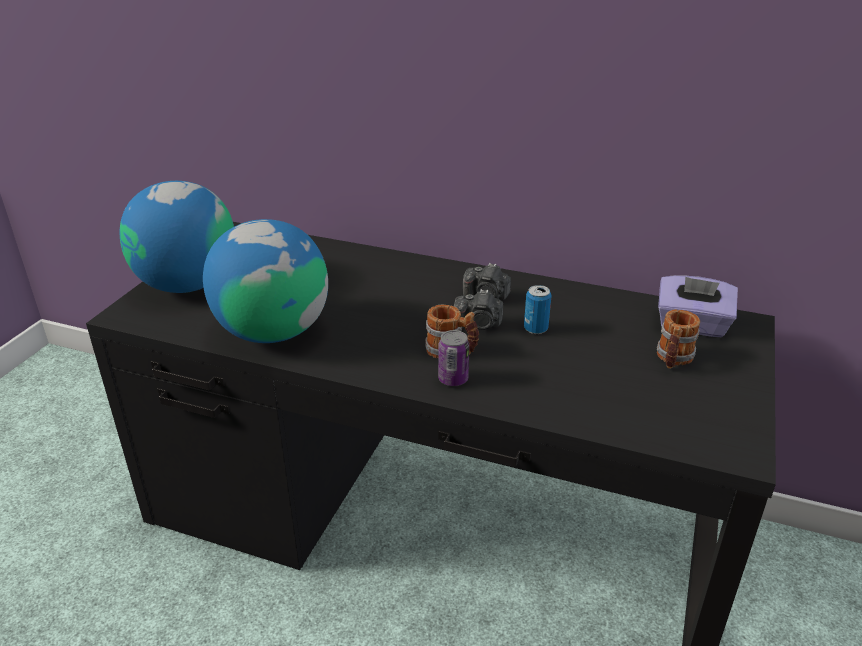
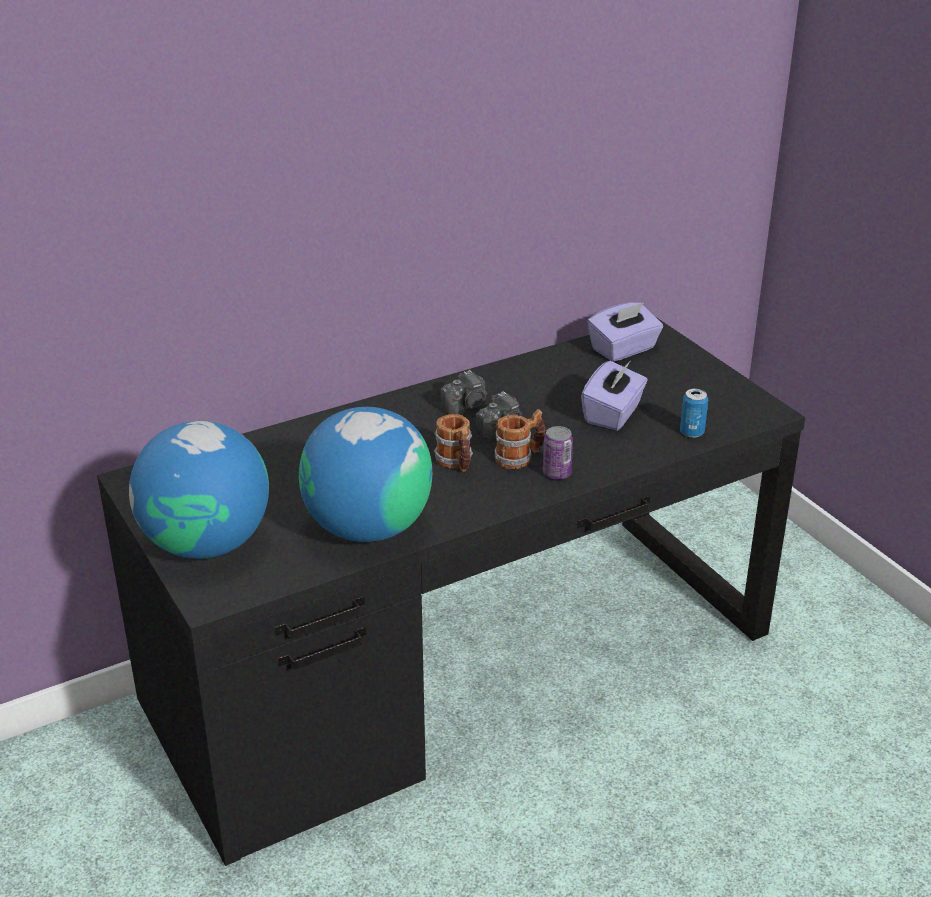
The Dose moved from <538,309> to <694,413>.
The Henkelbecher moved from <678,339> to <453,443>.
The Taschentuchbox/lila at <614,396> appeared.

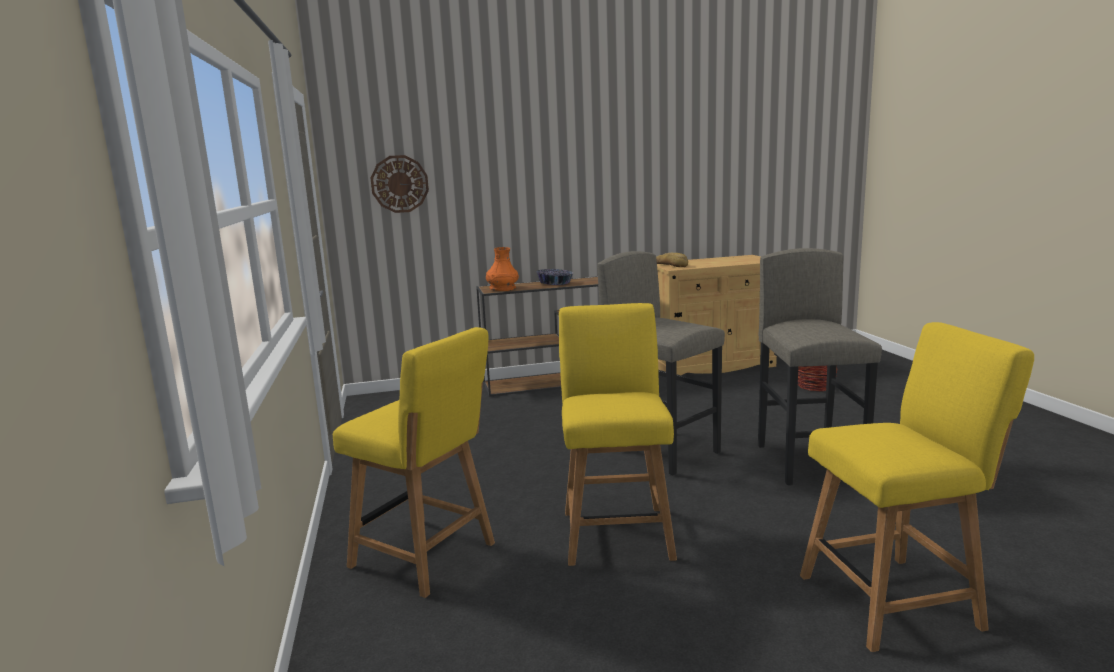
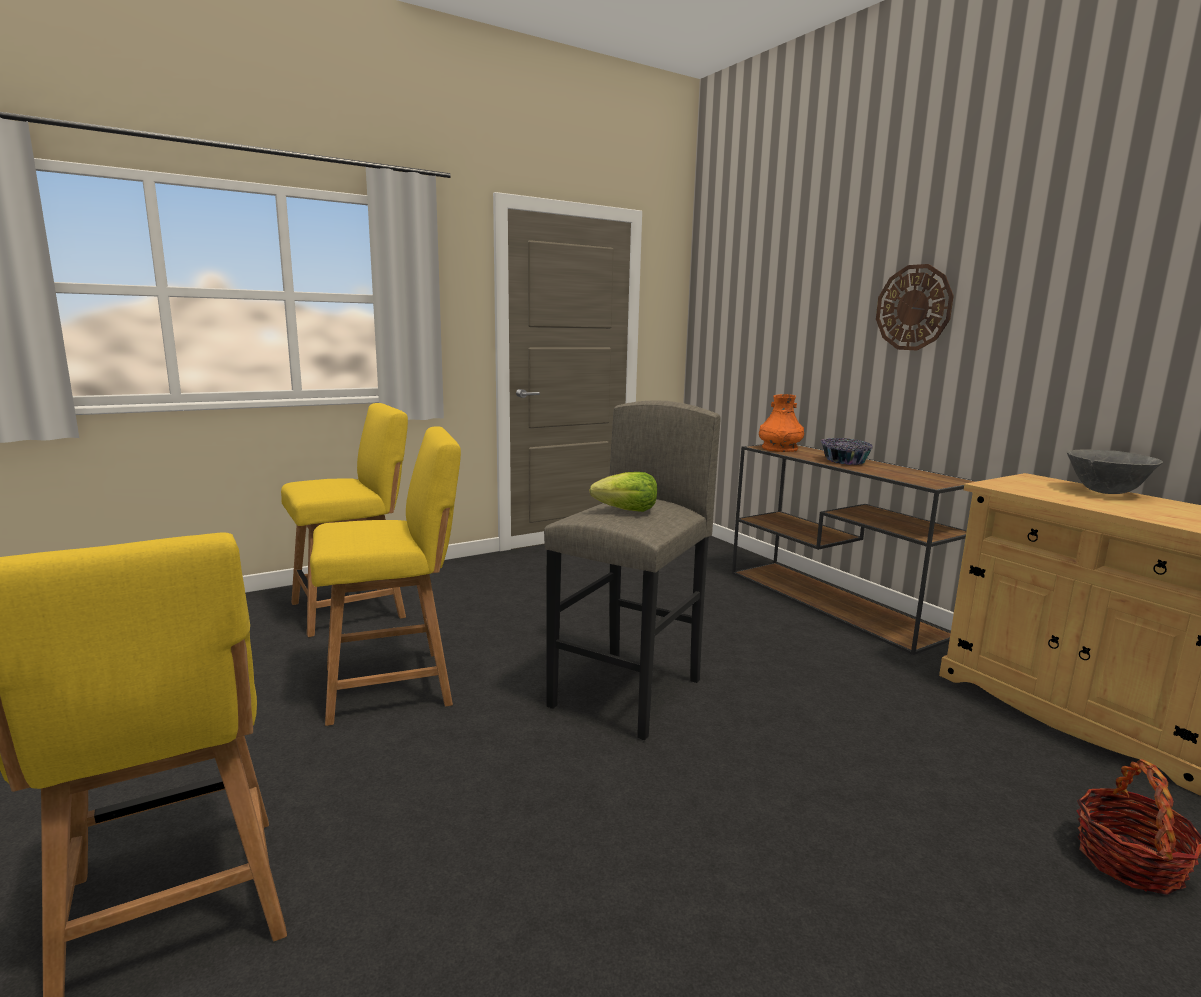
The Wanduhr moved from <400,184> to <915,307>.
The Hocker/grau at <820,366> disappeared.
The Brot at <672,260> disappeared.
The Stuhl/gelb at <414,462> turned 135 degrees counterclockwise.
The Schüssel/grau at <1115,471> appeared.
The Salatkopf at <623,492> appeared.

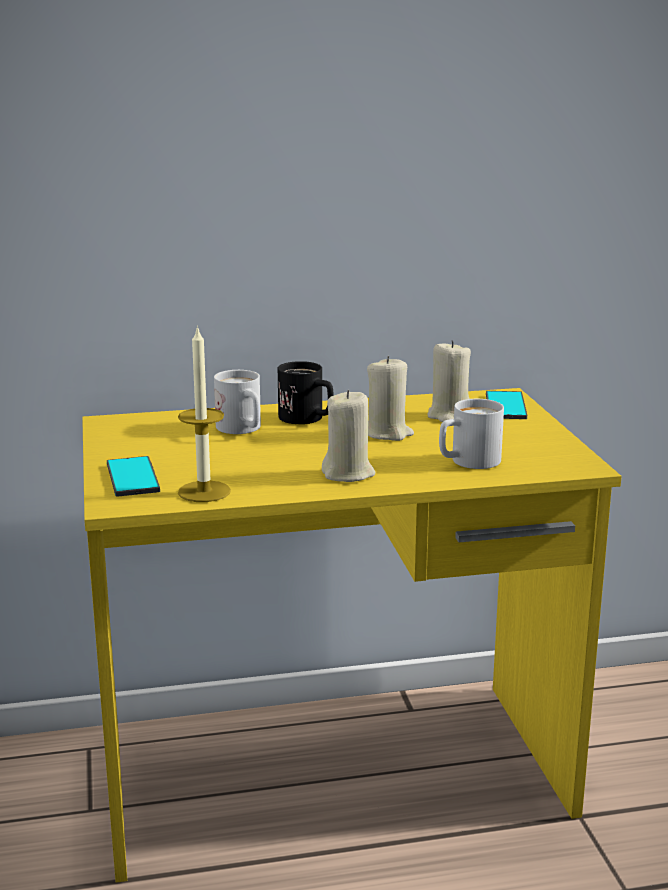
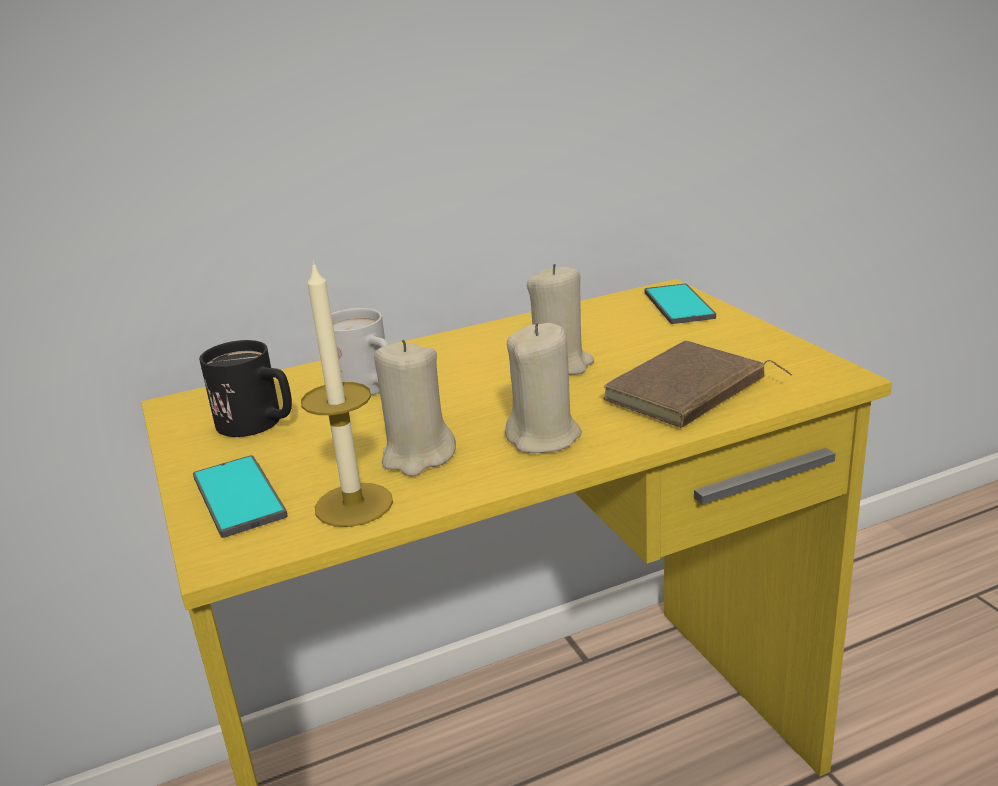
The Kerze/beige moved from <449,381> to <415,408>.
The Henkelbecher/schwarz moved from <306,392> to <245,388>.
The Henkelbecher/weiß at <471,434> was replaced by the Buch/braun at <697,384>.

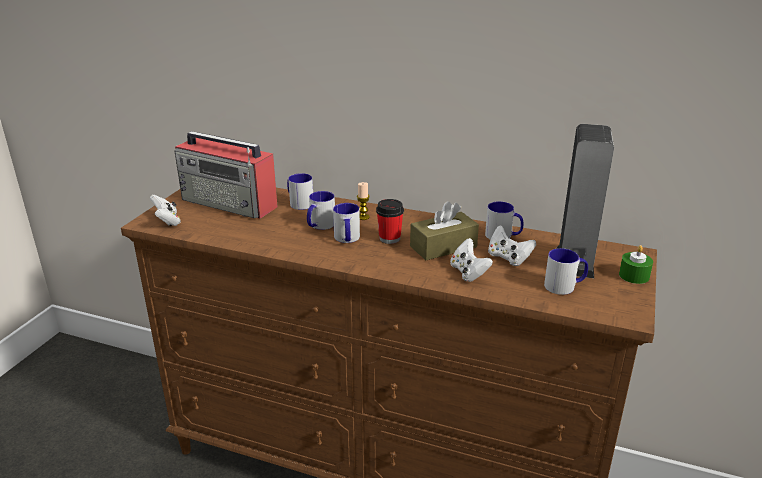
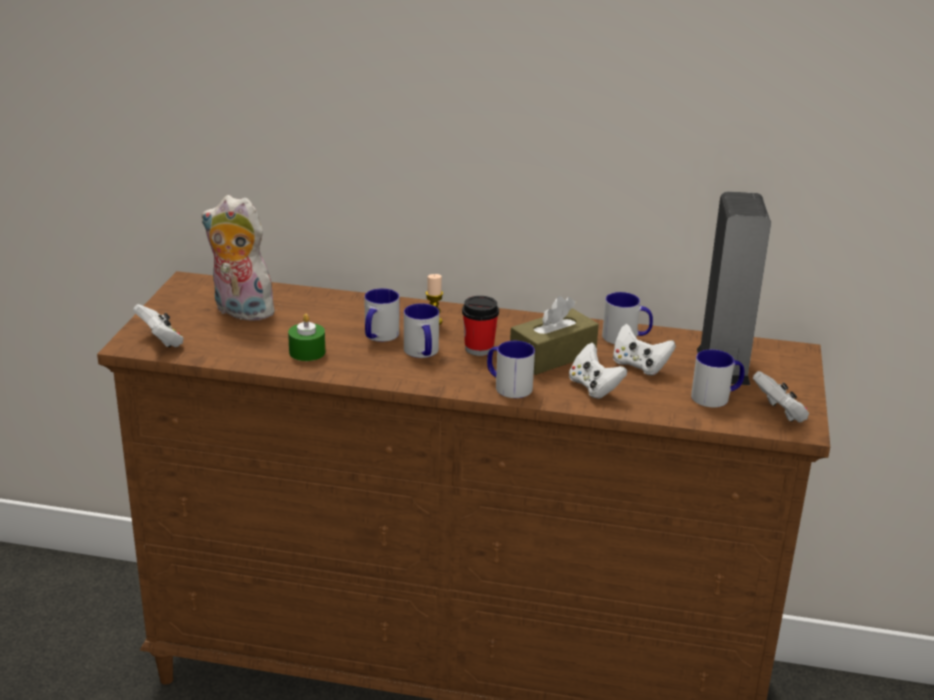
The Radio at <226,175> was replaced by the Plüschtier at <242,258>.
The Henkelbecher moved from <300,191> to <511,369>.
The Kerze/grün moved from <636,264> to <306,337>.
The Gamepad/weiß at <781,396> appeared.

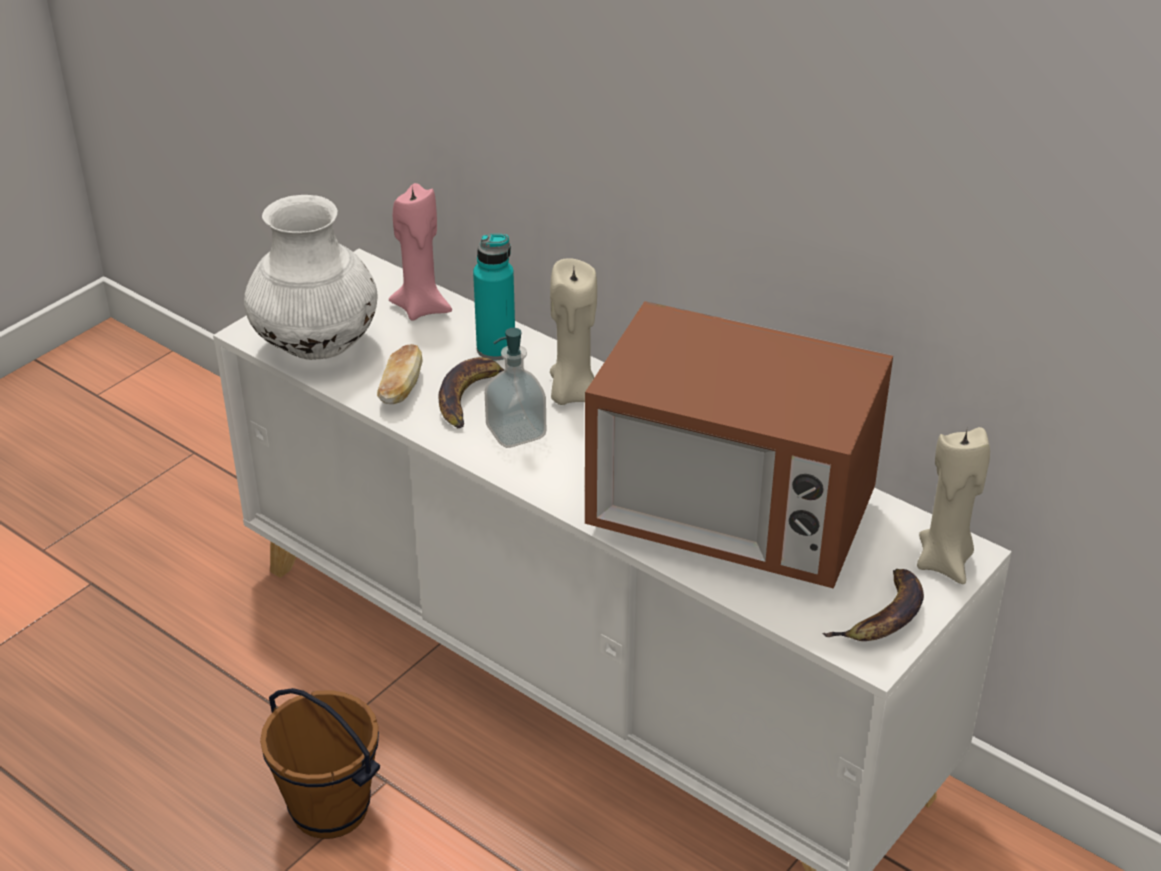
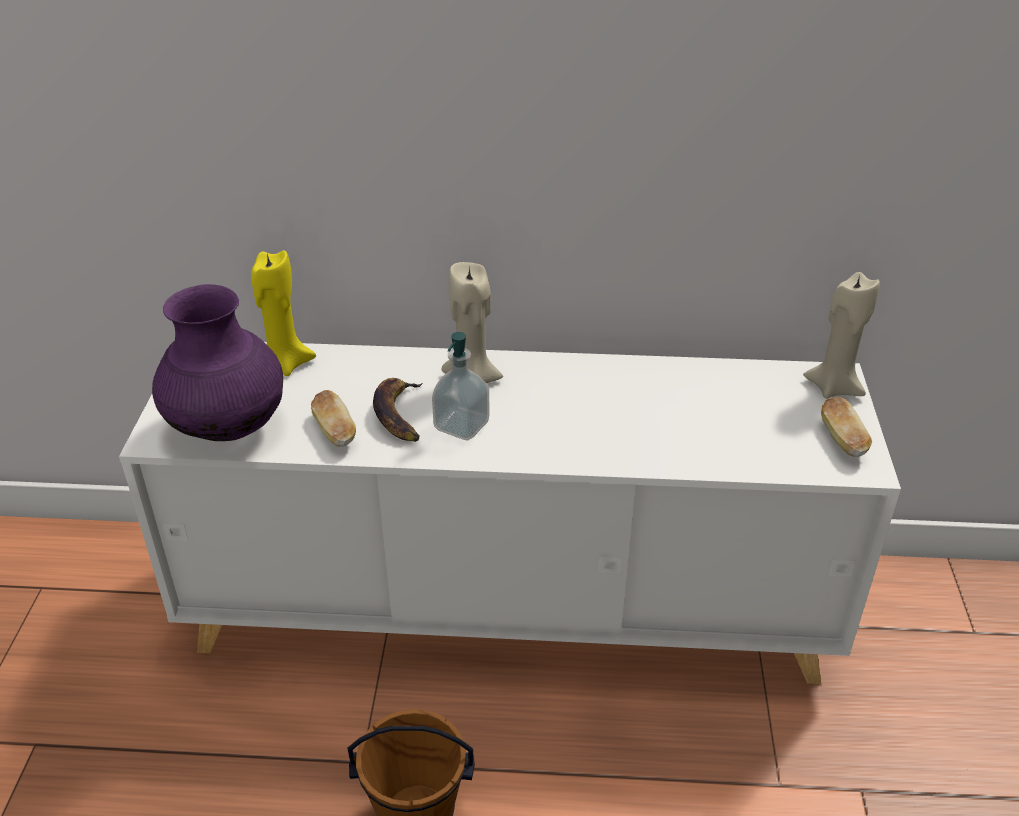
The Kerze/rosa at <420,252> became the Kerze/gelb at <283,313>.
The Vase/weiß at <311,277> became the Vase/lila at <217,362>.
The Flasche/türkis at <494,297> disappeared.
The Mikrowelle at <739,445> disappeared.
The Banane at <873,605> was replaced by the Brot at <846,427>.

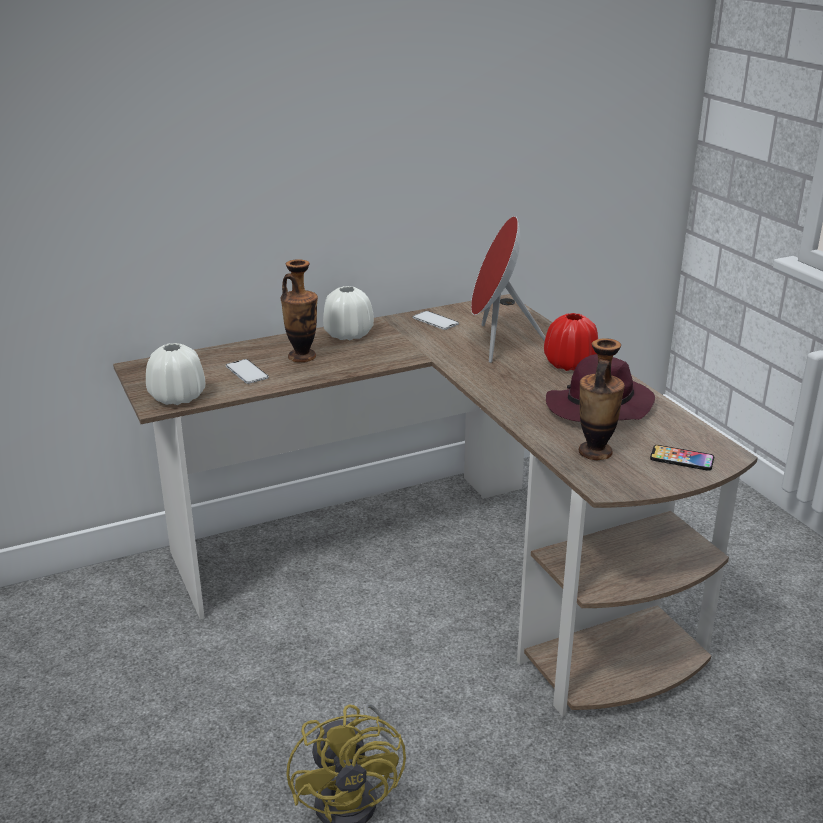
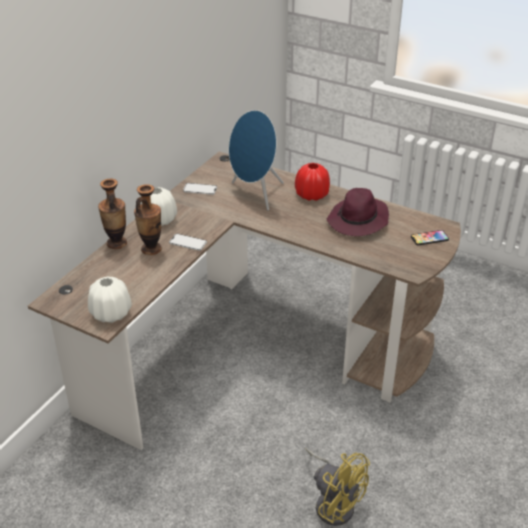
The Lautsprecher/rot at <508,289> became the Lautsprecher/blau at <256,160>.
The Vase moved from <602,399> to <112,214>.
The Handy moved from <247,371> to <188,242>.

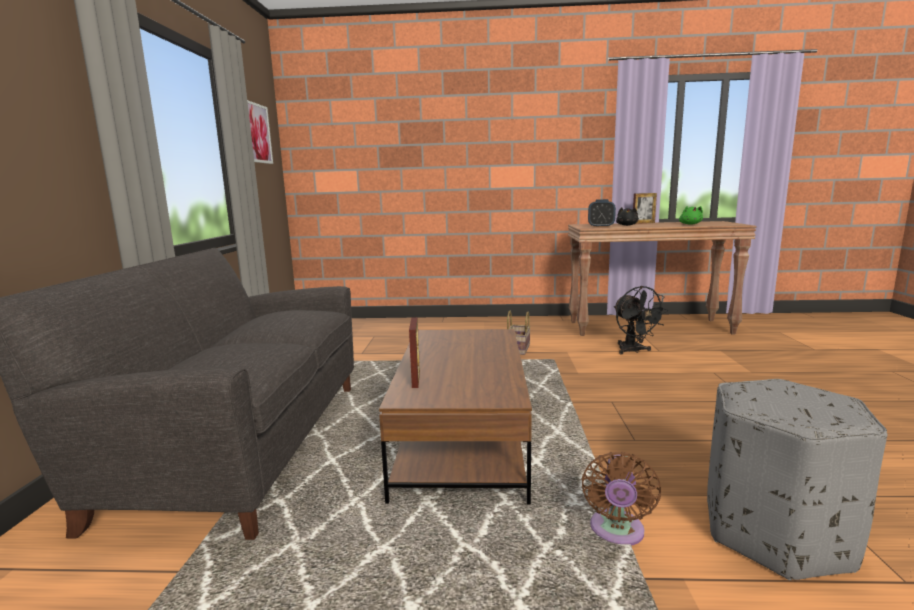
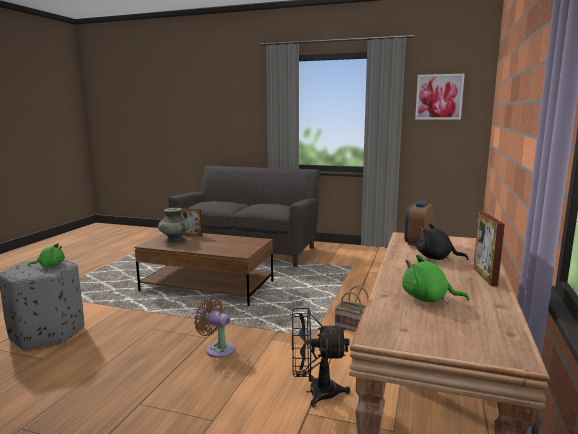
The Ventilator/braun moved from <621,498> to <214,328>.
The Vase/türkis at <174,226> appeared.
The Plüschtier/grün at <46,255> appeared.

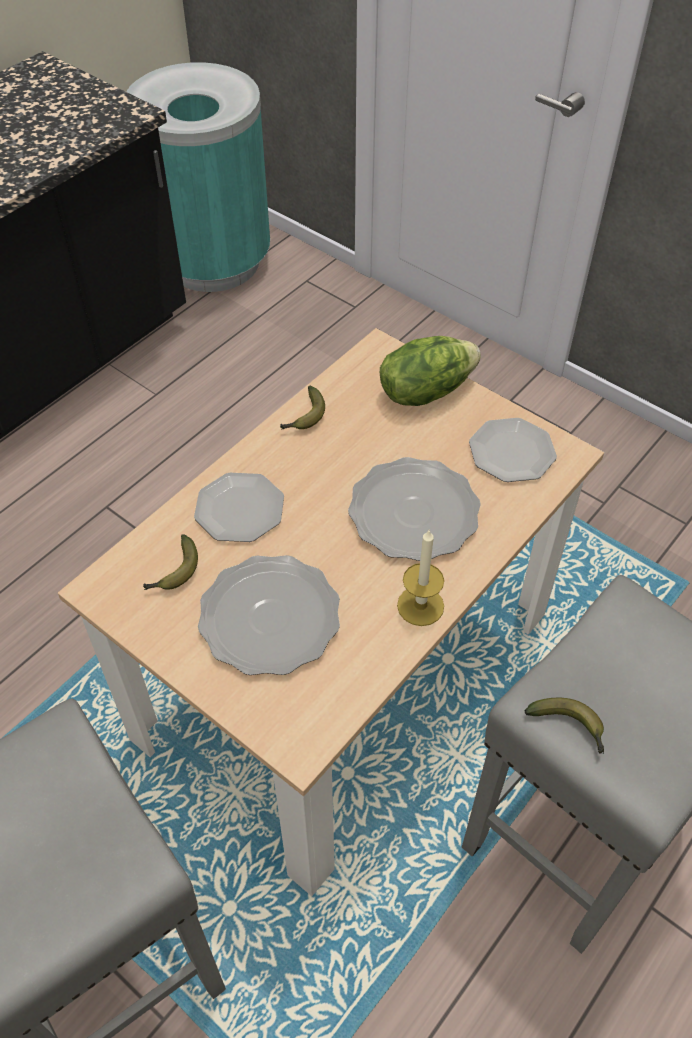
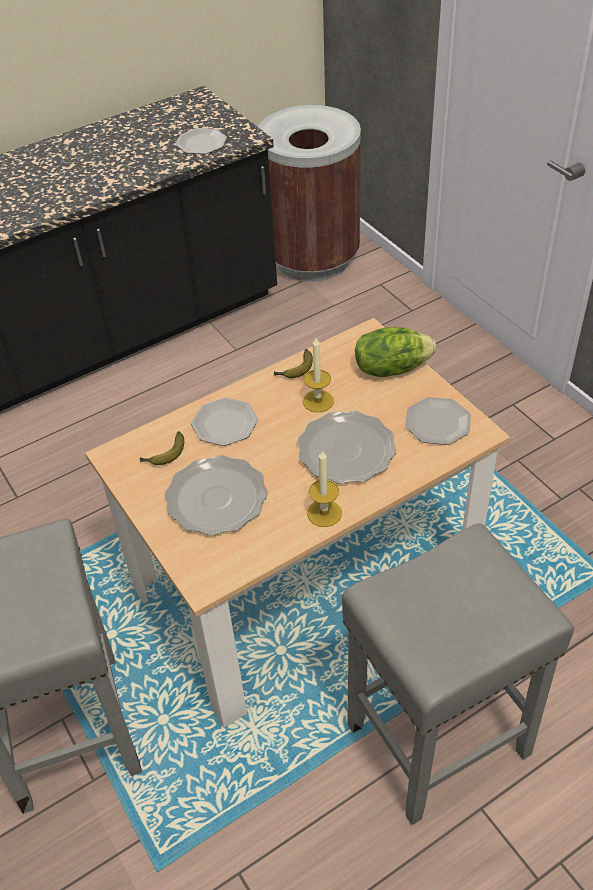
The Mülleimer/türkis at <198,177> became the Mülleimer/braun at <309,193>.
The Banane at <564,726> disappeared.
The Teller at <201,141> appeared.
The Kerze at <318,375> appeared.

